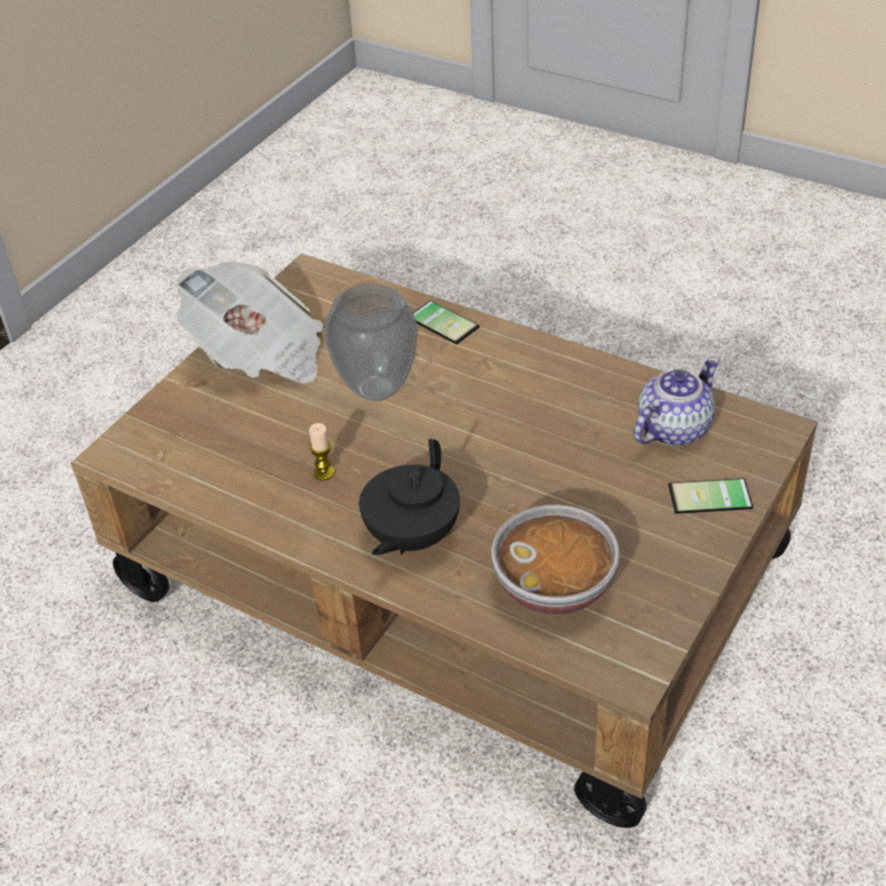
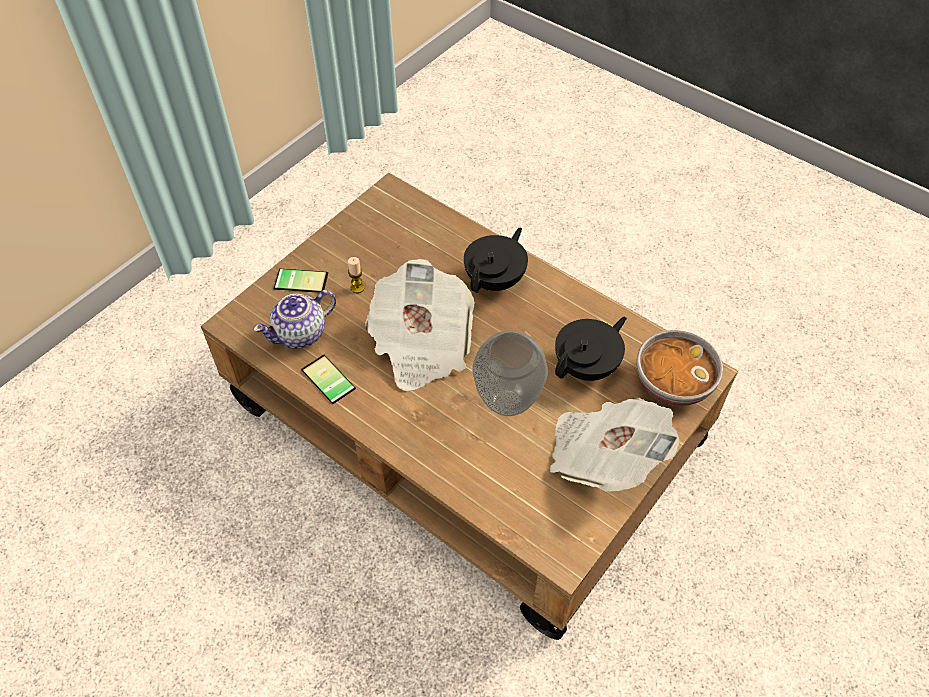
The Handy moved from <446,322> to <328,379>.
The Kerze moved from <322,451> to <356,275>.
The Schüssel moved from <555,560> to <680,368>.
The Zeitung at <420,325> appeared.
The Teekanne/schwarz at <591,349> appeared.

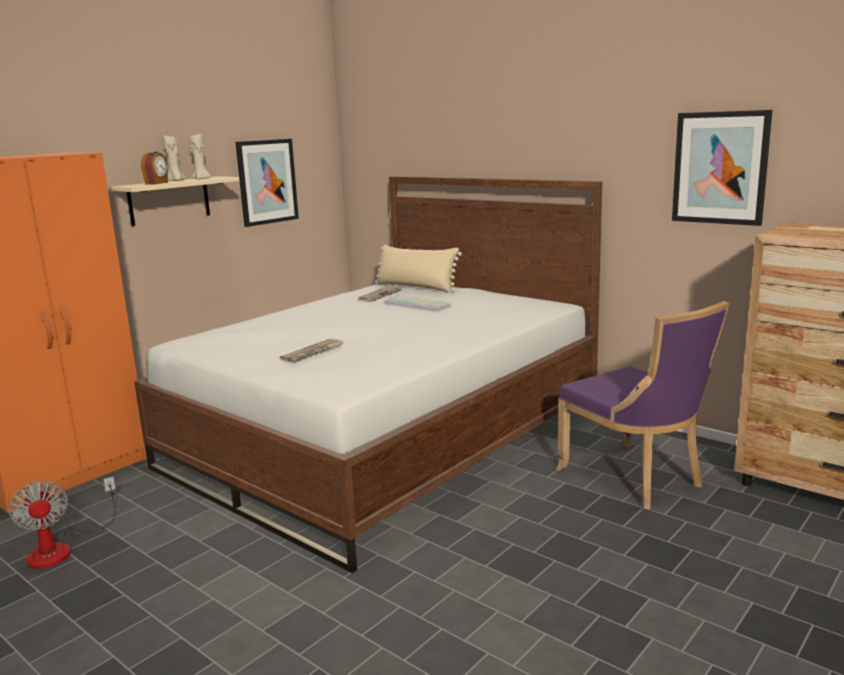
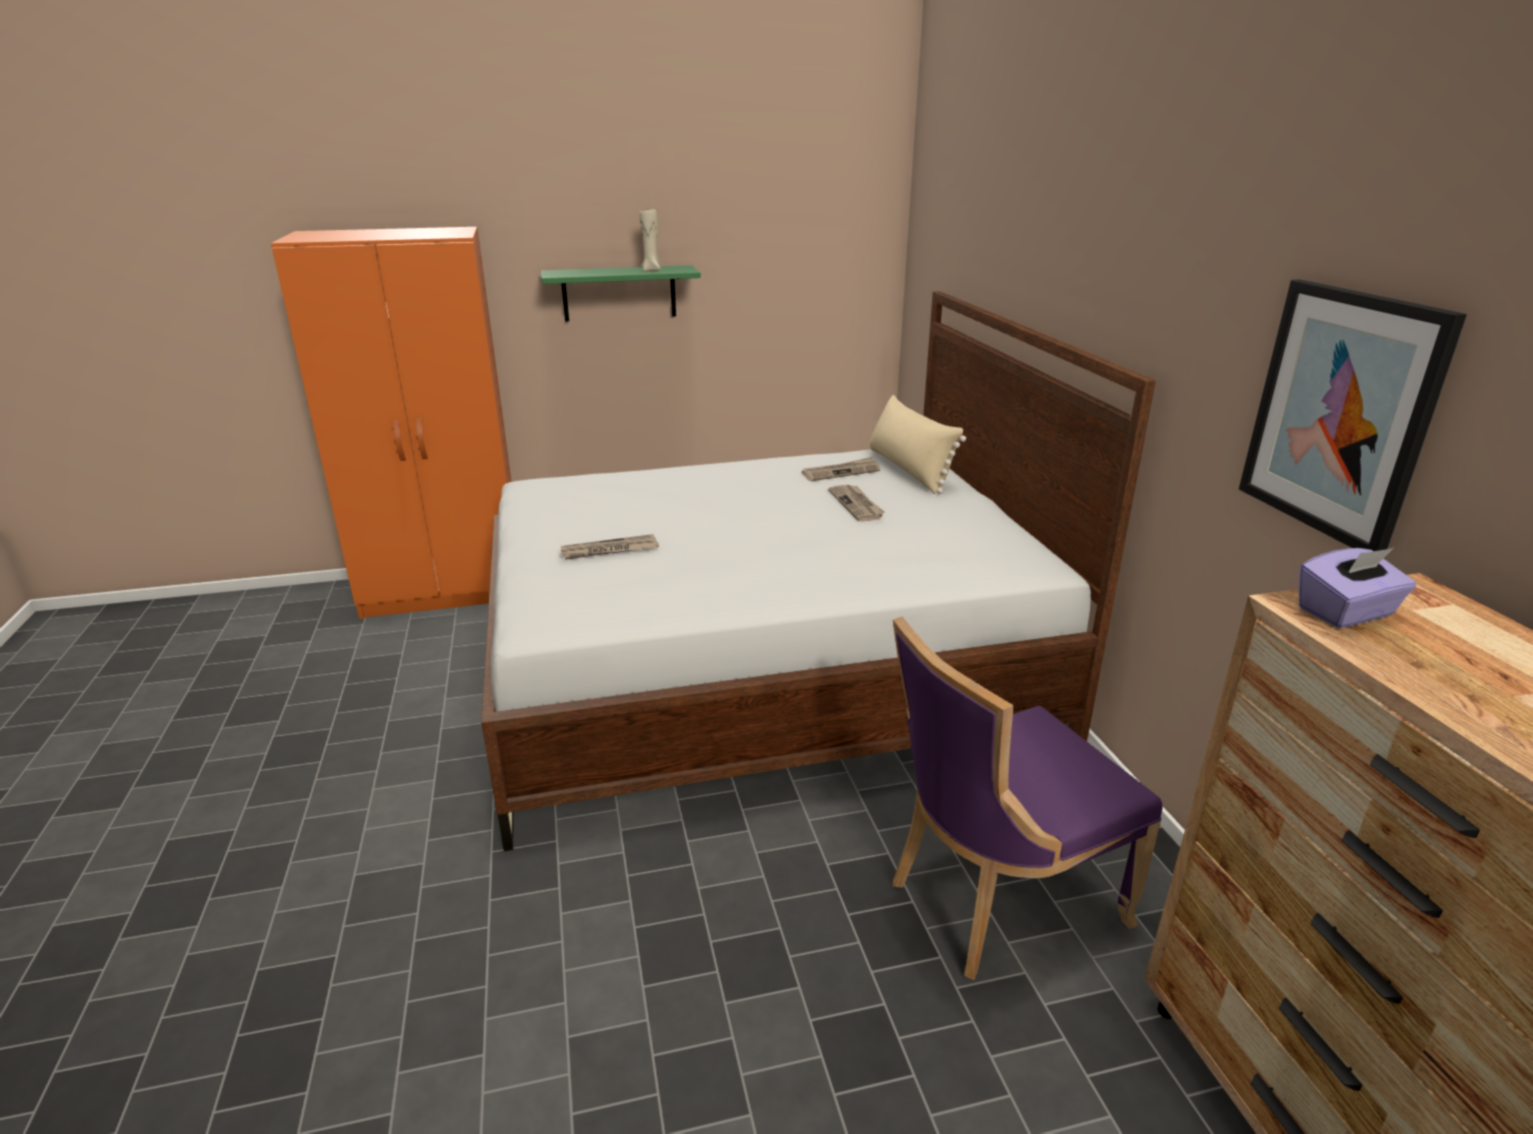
The Kerze/beige at <174,158> disappeared.
The Bild at <267,183> disappeared.
The Wecker at <154,168> disappeared.
The Wandregal/beige at <175,201> became the Wandregal/grün at <621,293>.
The Tastatur at <417,303> was replaced by the Zeitung at <856,503>.
The Stuhl/lila at <643,405> turned 60 degrees clockwise.
The Ventilator at <62,522> disappeared.
The Taschentuchbox/lila at <1357,588> appeared.

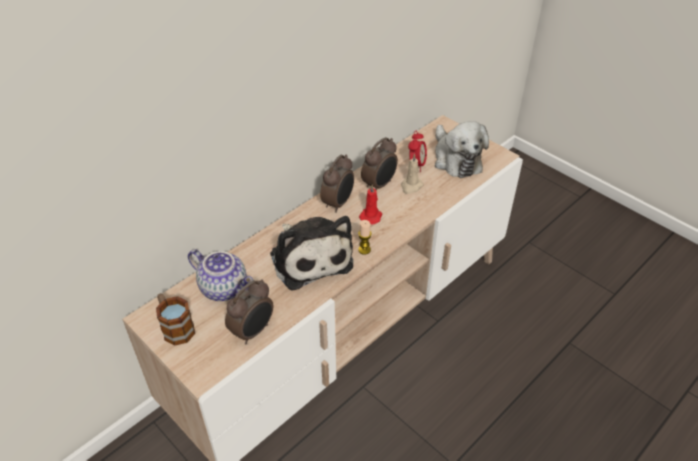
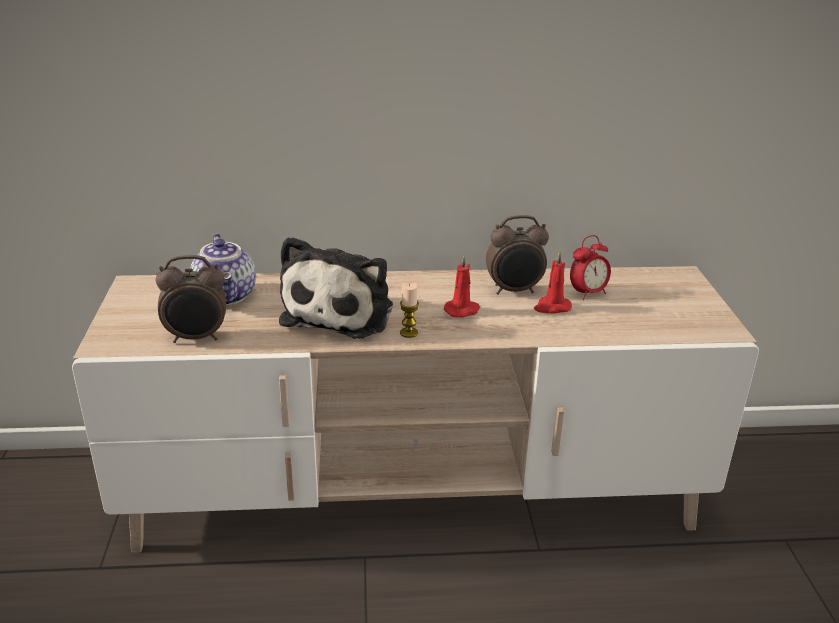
The Plüschtier at <462,149> disappeared.
The Kerze/beige at <412,173> became the Kerze/rot at <553,282>.
The Wecker at <337,184> disappeared.
The Henkelbecher at <175,319> disappeared.

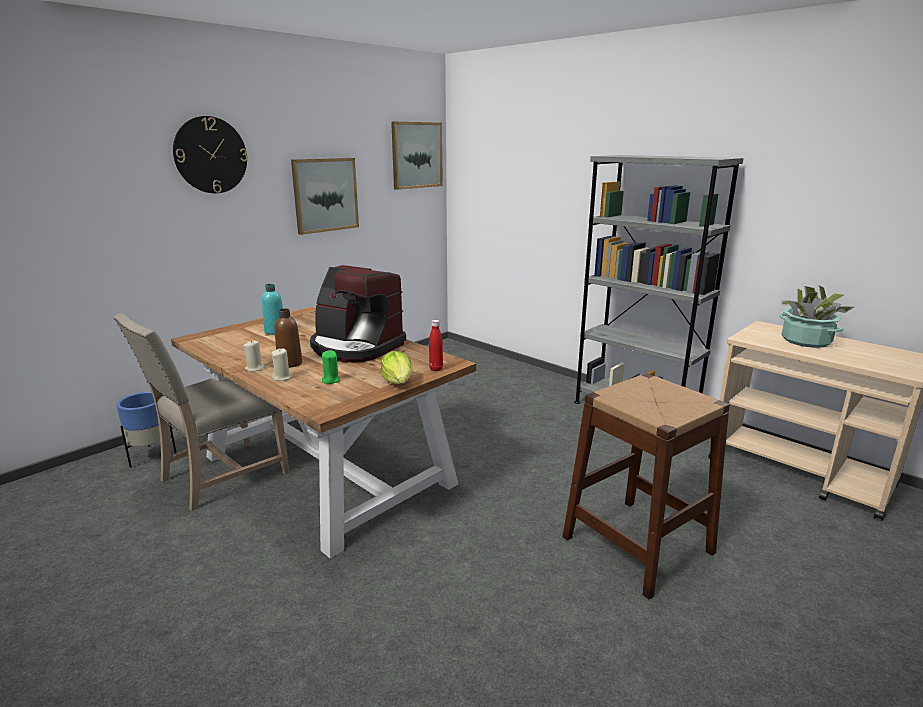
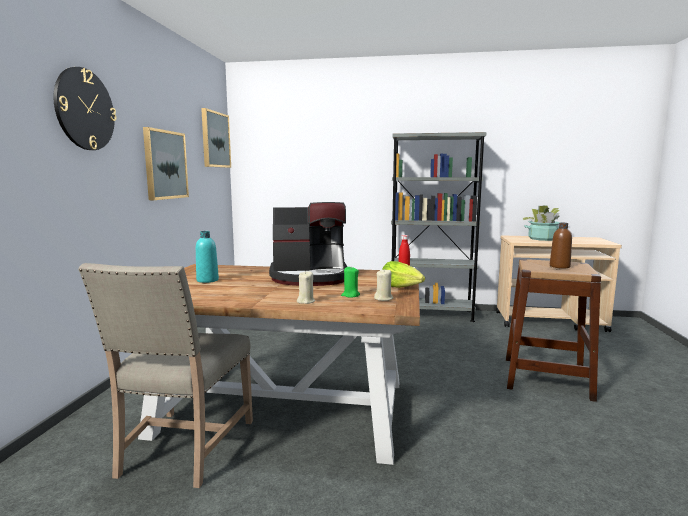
The Flasche/braun moved from <288,338> to <561,245>.
The Kerze/beige moved from <255,355> to <383,285>.
The Pflanzkübel/blau at <147,430> disappeared.

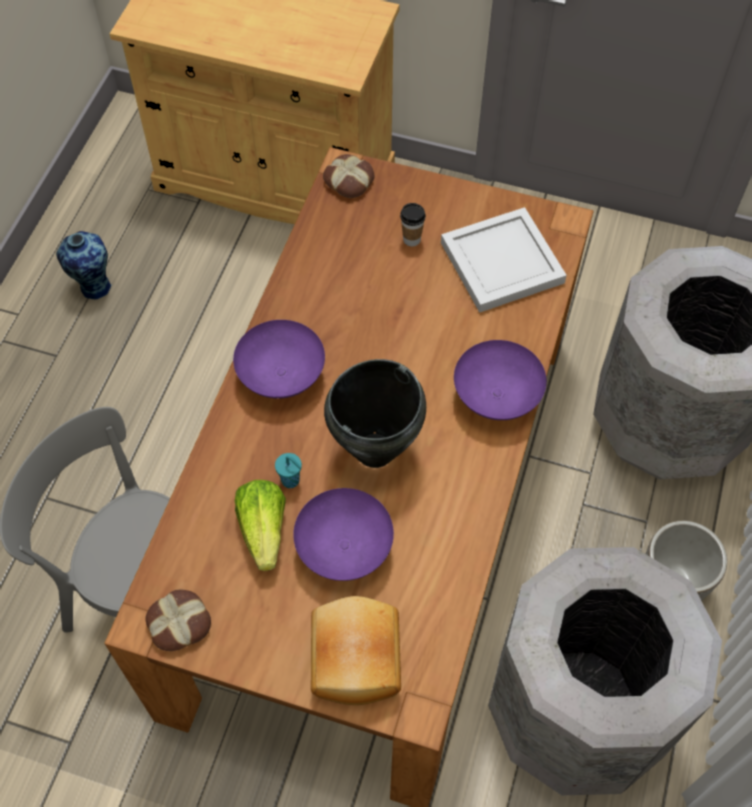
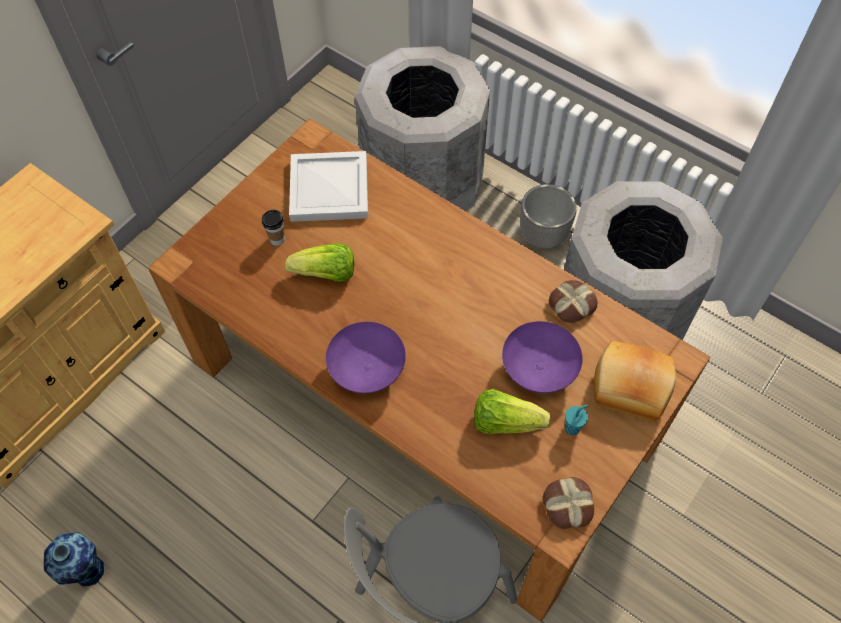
The Brot moved from <349,176> to <573,301>.
The Schüssel/lila at <500,380> disappeared.
The Kochtopf/schwarz at <375,413> disappeared.
The Tasse/türkis moved from <288,470> to <576,420>.
The Salatkopf at <319,262> appeared.

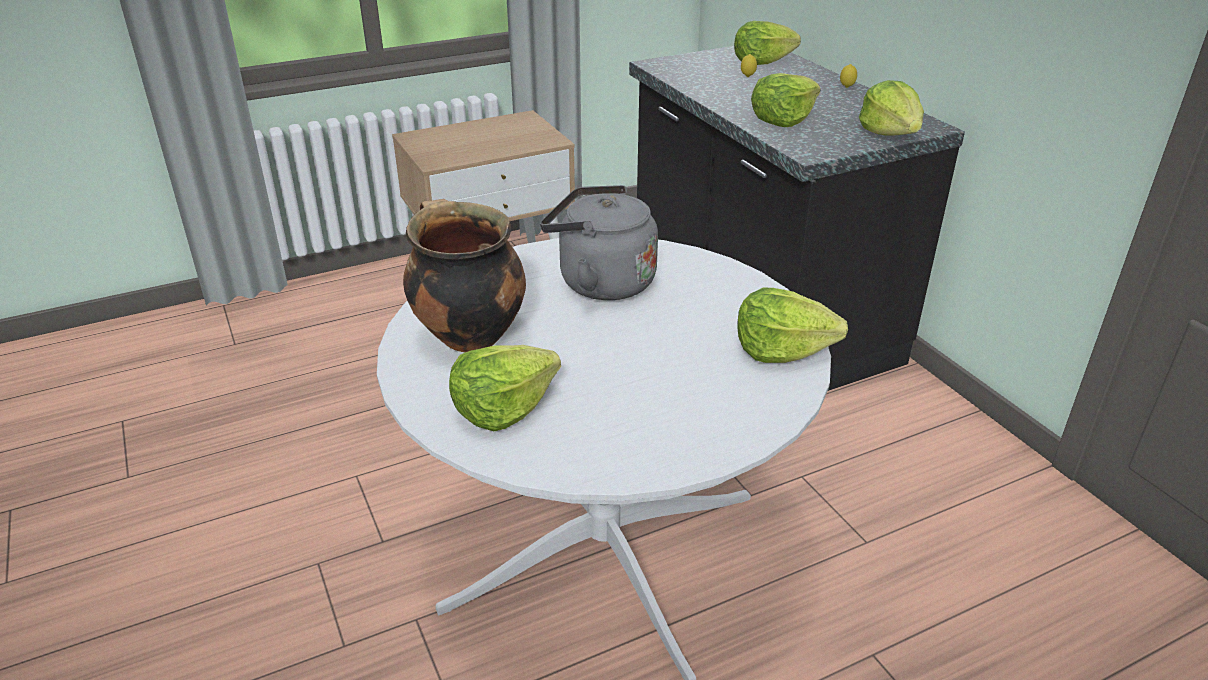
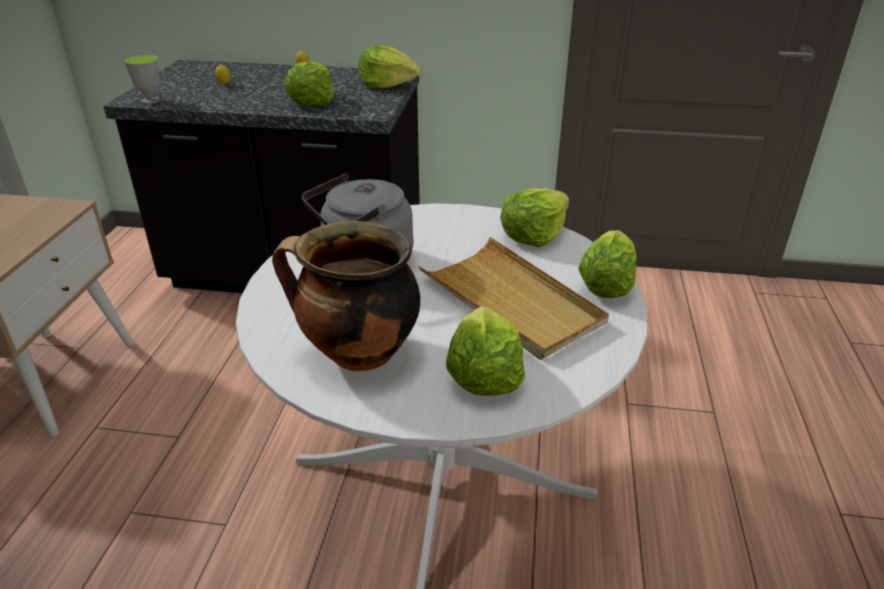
The Salatkopf moved from <767,43> to <607,264>.
The Tasse at <142,79> appeared.
The Tablett/beige at <513,298> appeared.

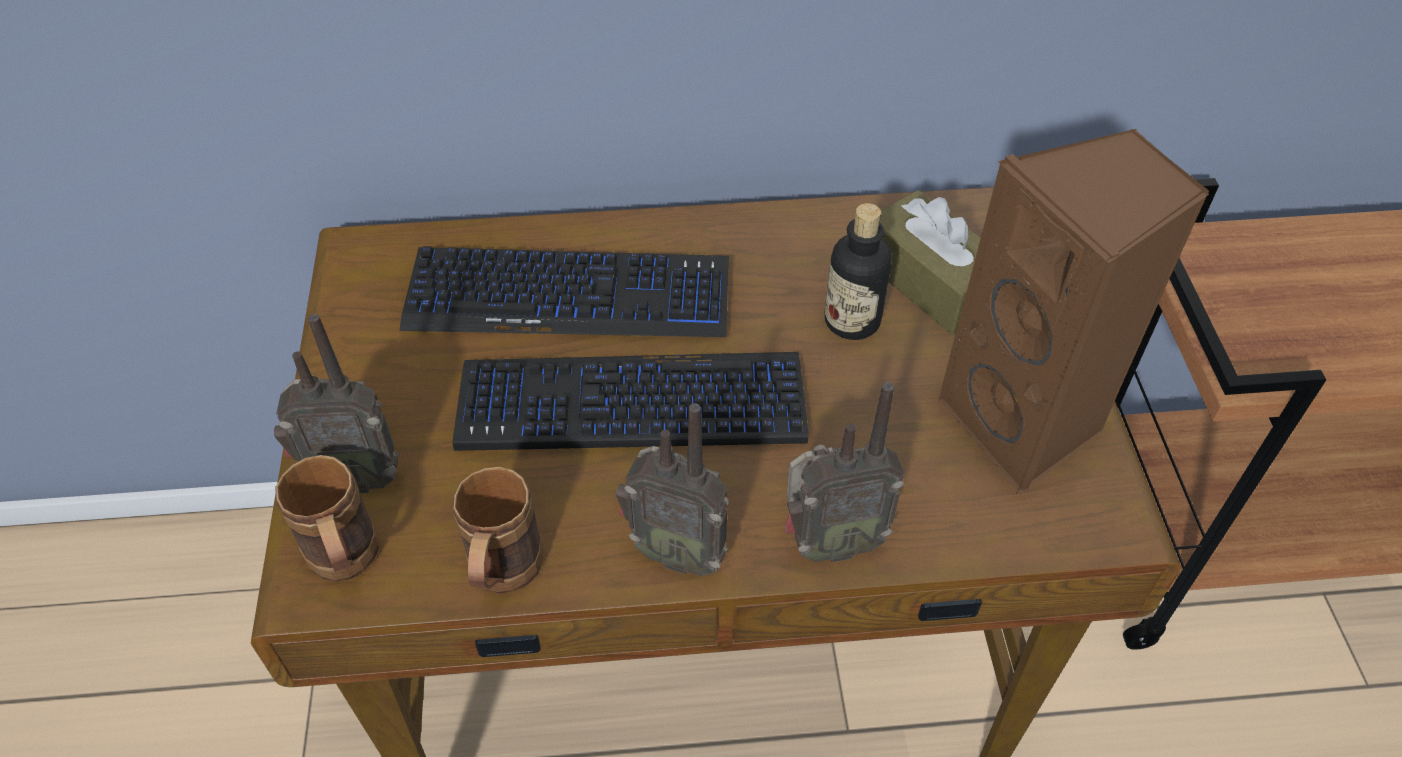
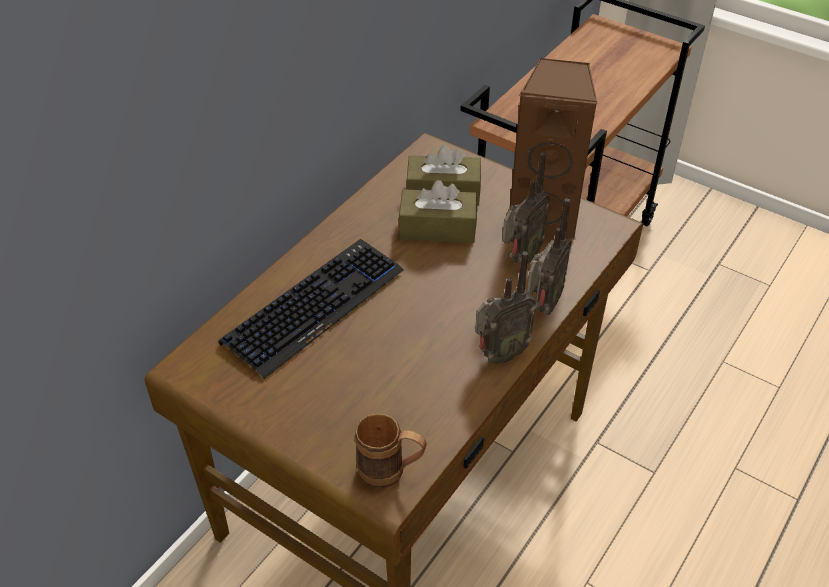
The Flasche at <858,271> was replaced by the Taschentuchbox/braun at <438,211>.
The Radio moved from <336,403> to <526,208>.
The Tastatur at <630,401> disappeared.
The Henkelbecher/braun at <498,530> disappeared.

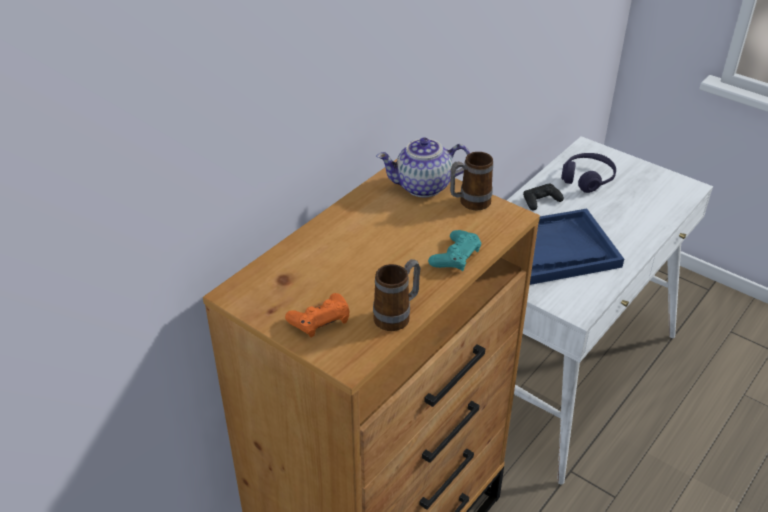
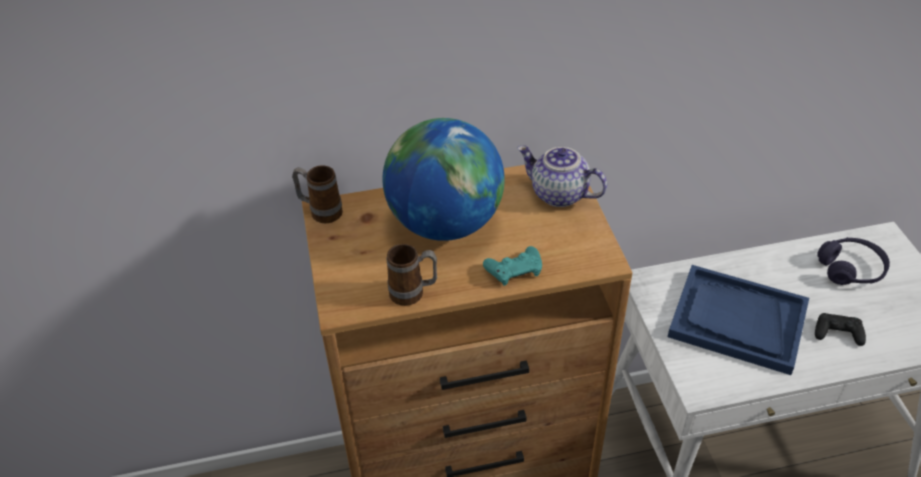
The Henkelbecher moved from <471,181> to <317,194>.
The Gamepad/schwarz moved from <543,197> to <840,329>.
The Gamepad/orange at <317,315> disappeared.
The Globus at <443,179> appeared.

